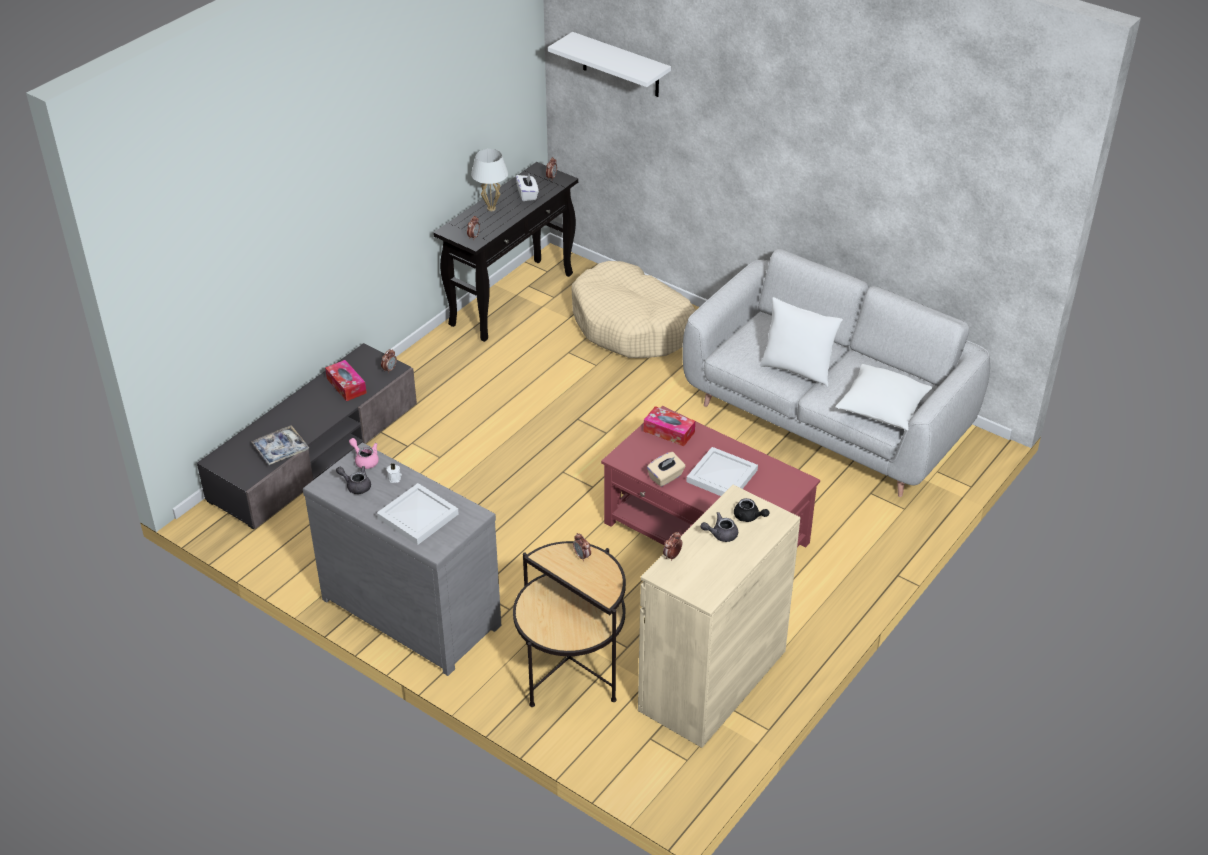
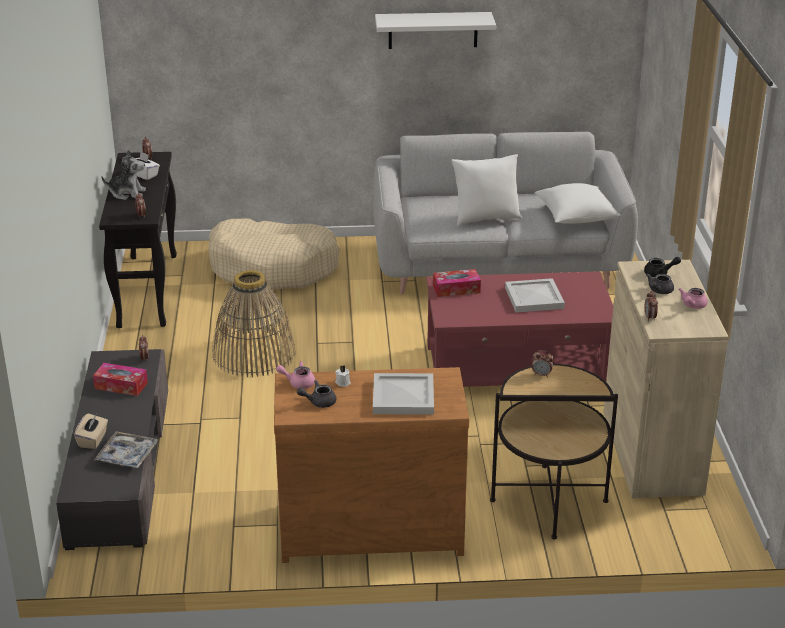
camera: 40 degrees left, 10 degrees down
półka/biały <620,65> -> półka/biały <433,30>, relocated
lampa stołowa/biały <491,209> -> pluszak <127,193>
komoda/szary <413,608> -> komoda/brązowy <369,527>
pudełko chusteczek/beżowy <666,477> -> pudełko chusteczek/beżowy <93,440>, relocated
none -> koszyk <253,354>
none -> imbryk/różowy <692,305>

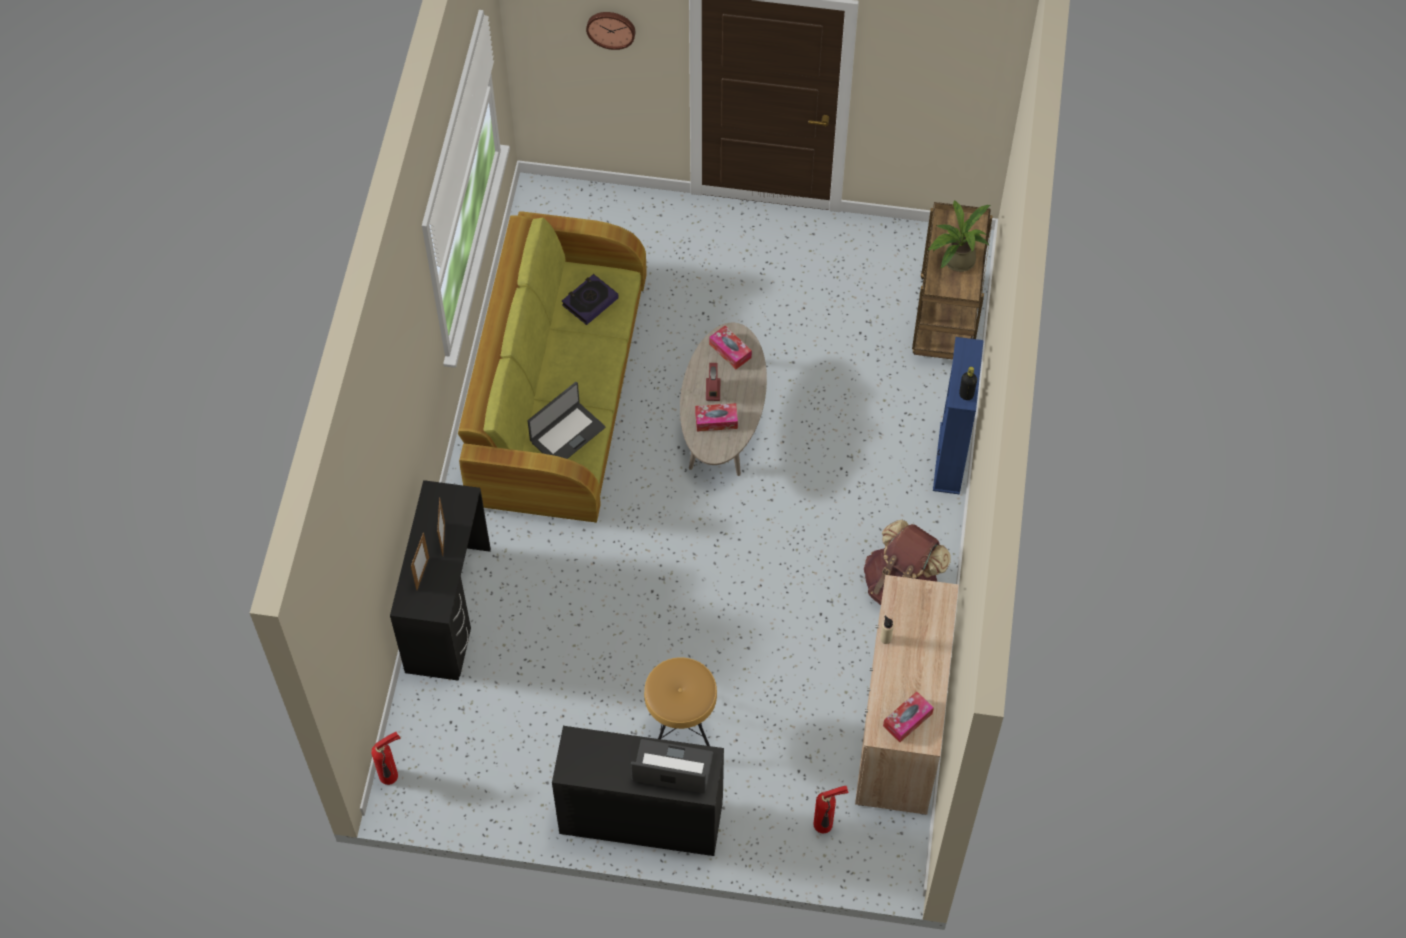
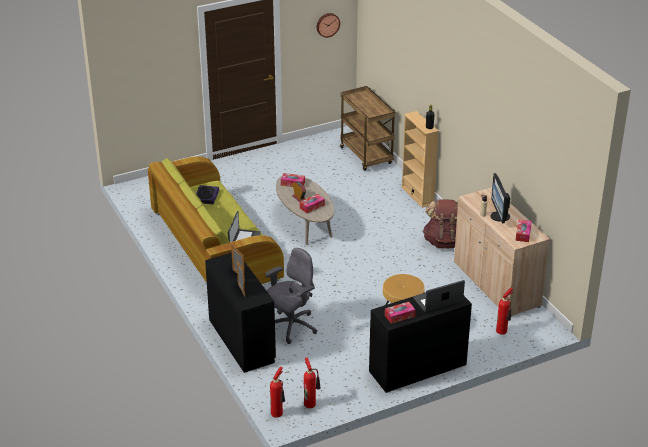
camera: 35 degrees left, 25 degrees down
zegar ścienny <611,28> -> zegar ścienny <327,24>, relocated
roślina doniczkowa <955,261> -> none
regał/niebieski <950,458> -> regał/beżowy <417,195>
none -> monitor <499,216>
none -> krzesło biurowe/szary <291,327>
none -> pudełko chusteczek <399,316>
none -> gaśnica <310,403>

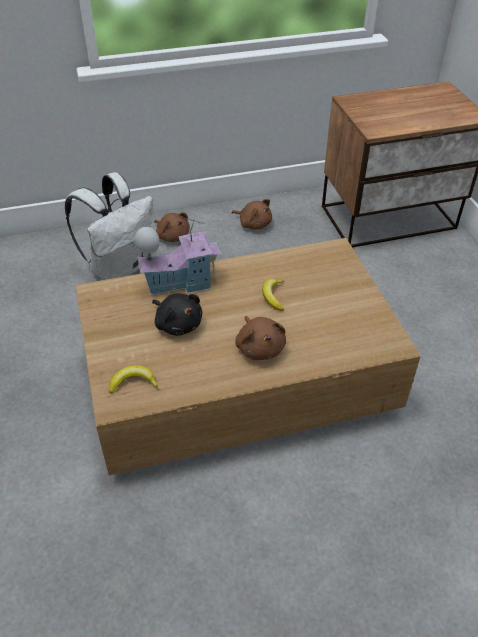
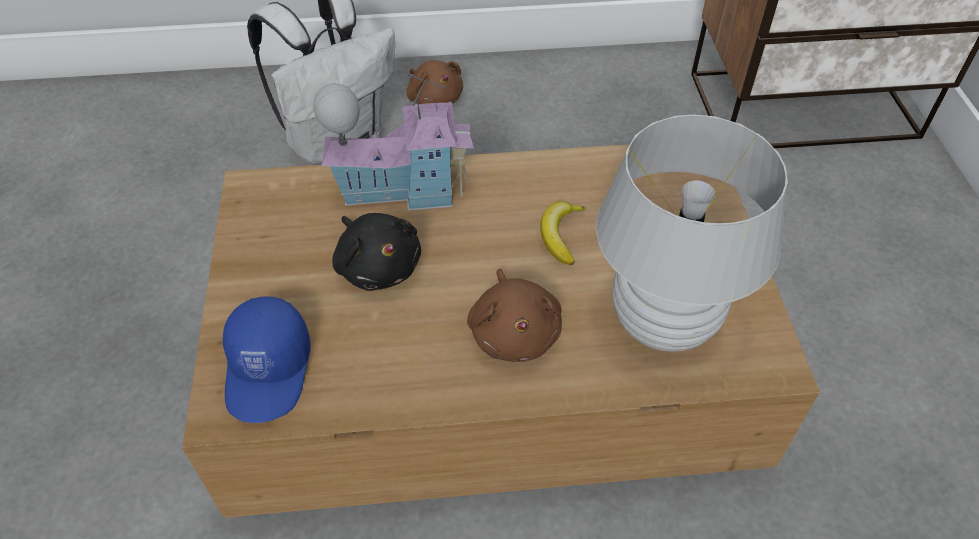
camera: 10 degrees right, 5 degrees up
pluszak/brązowy <254,224> -> none
banan <133,383> -> czapka z daszkiem/niebieski <270,371>
none -> lampa stołowa/biały <662,323>

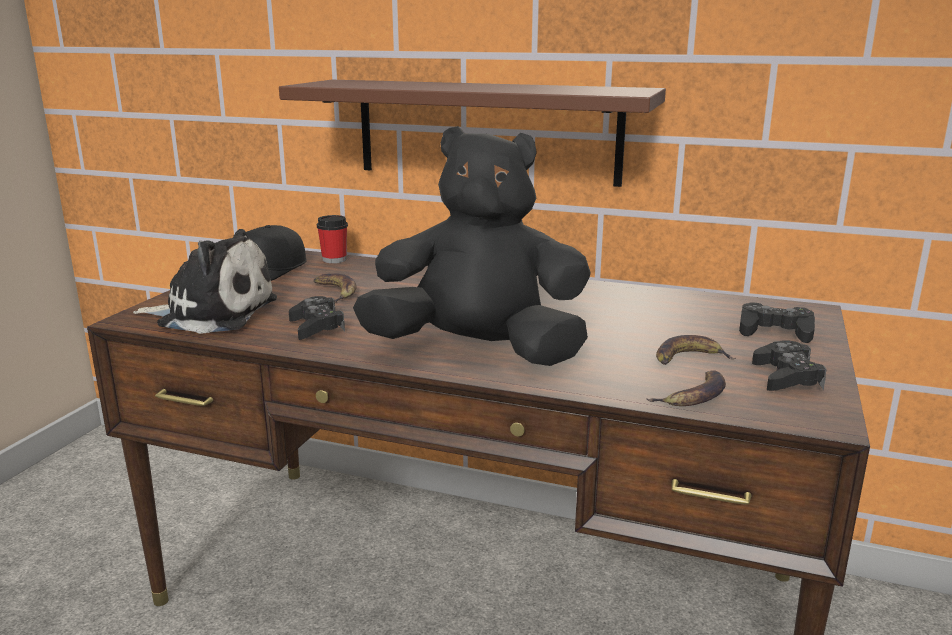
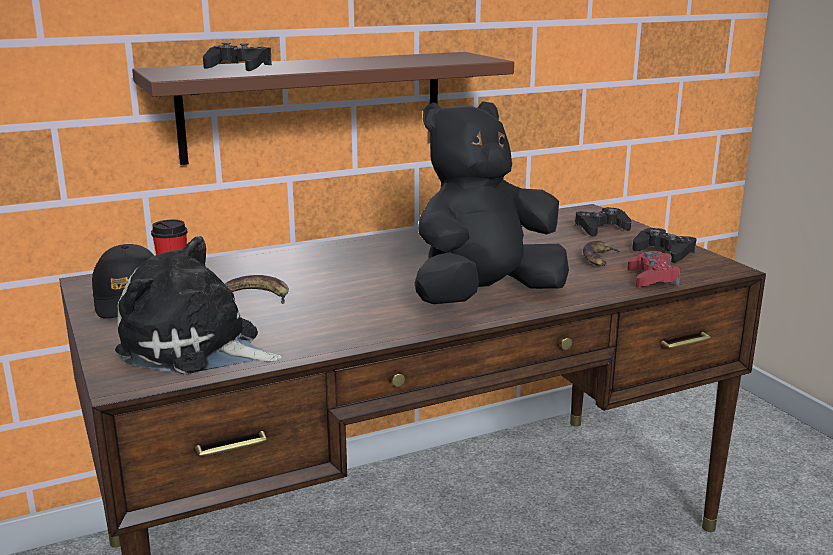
camera: 45 degrees left, 0 degrees up
pluszak <212,313> -> pluszak <196,348>, 120 degrees counterclockwise
pad do gier/czarny <316,327> -> pad do gier/czarny <239,67>, relocated
banan <694,396> -> pad do gier/czerwony <652,278>

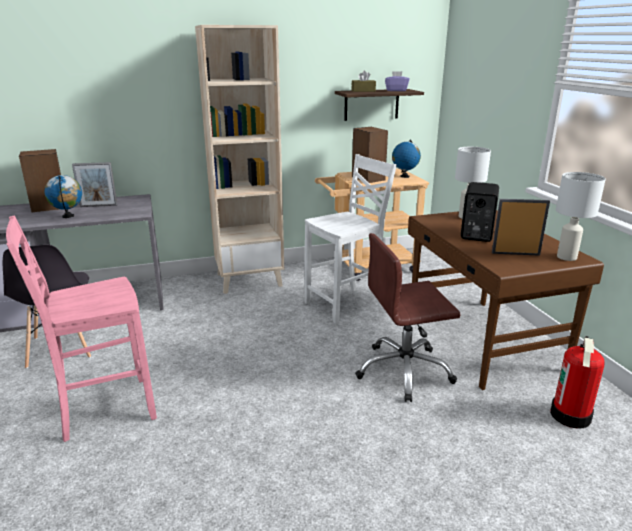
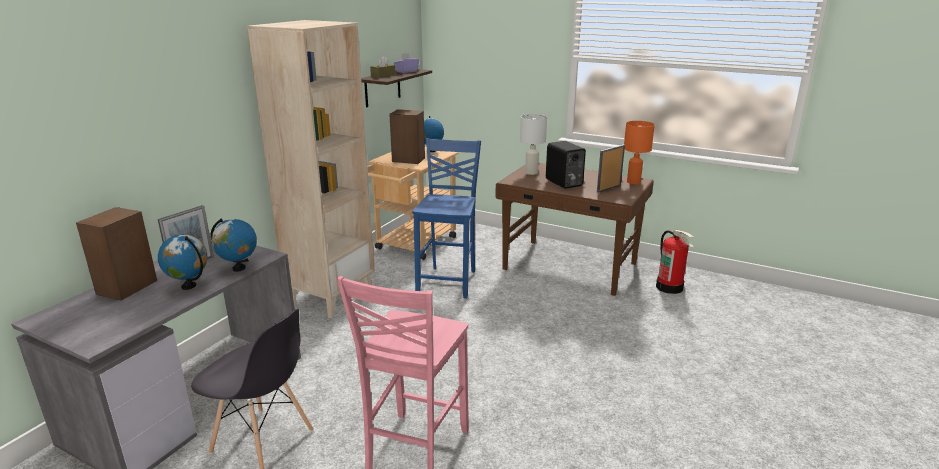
camera: 45 degrees left, 0 degrees up
krzesło/biały <346,305> -> krzesło/niebieski <449,281>
lampa stołowa/biały <567,257> -> lampa stołowa/pomarańczowy <633,182>
krzesło biurowe/brązowy <404,371> -> none
none -> globus <239,268>

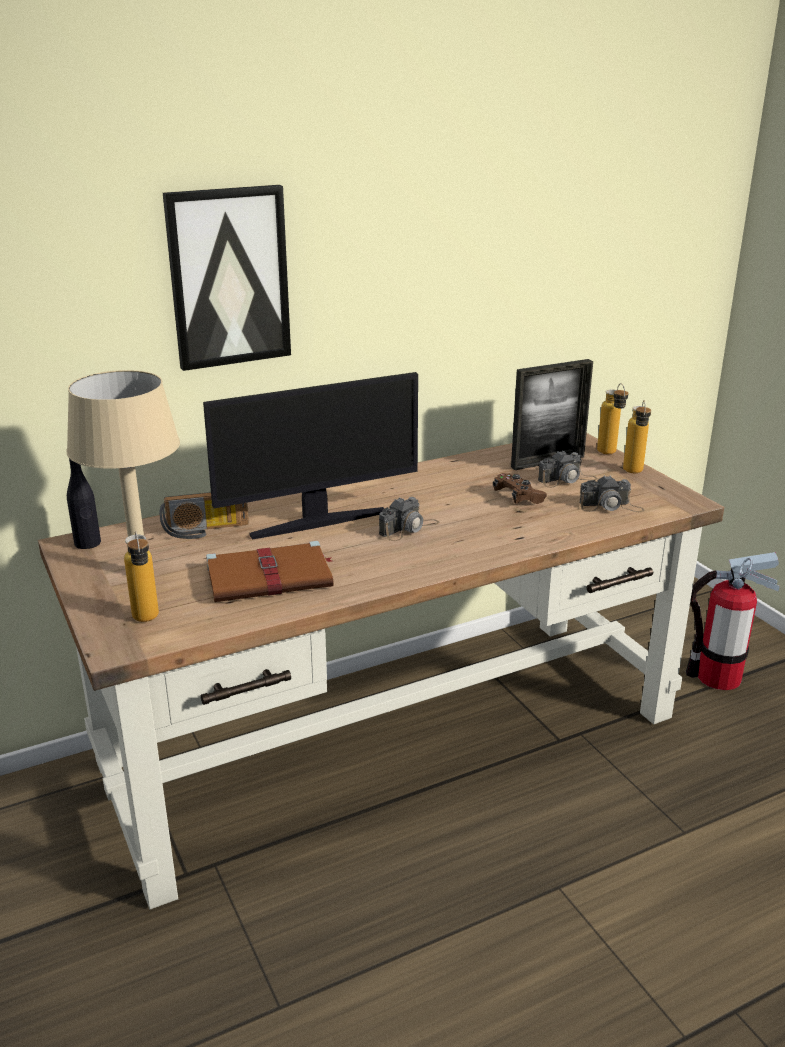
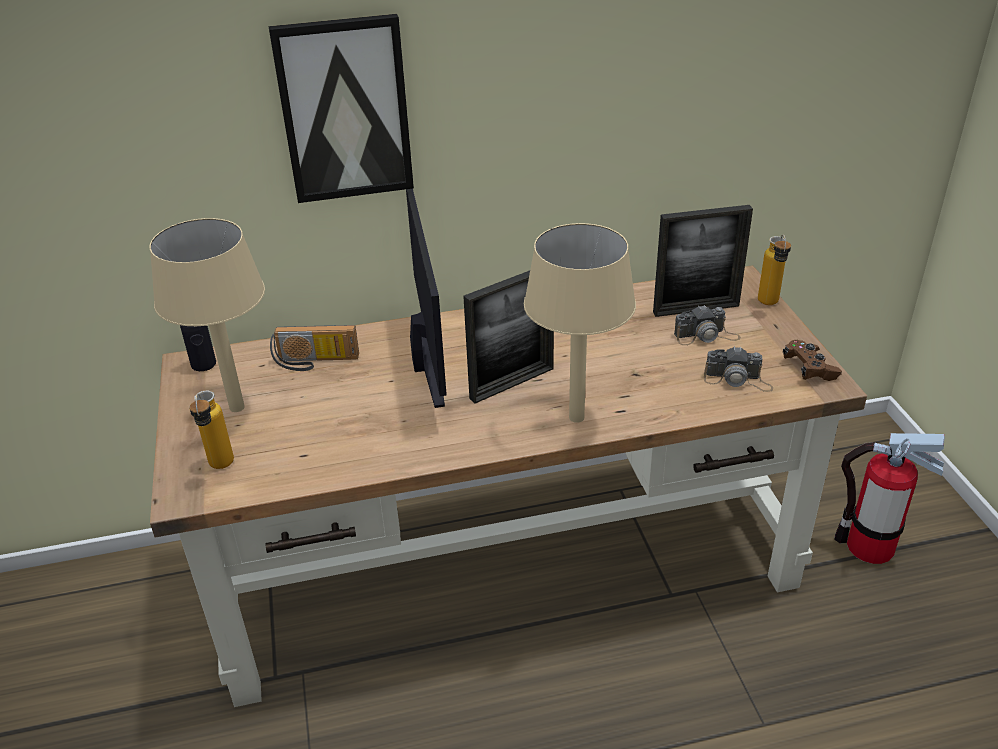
camera: 15 degrees right, 10 degrees up
monitor <318,522> -> monitor <425,364>, 90 degrees counterclockwise
butelka <633,473> -> none
pad do gier/brązowy <518,497> -> pad do gier/brązowy <809,369>, relocated
aparat fotograficzny <409,528> -> ramka na zdjęcie <512,383>
książka/brązowy <271,577> -> none
none -> lampa stołowa/beżowy <577,418>

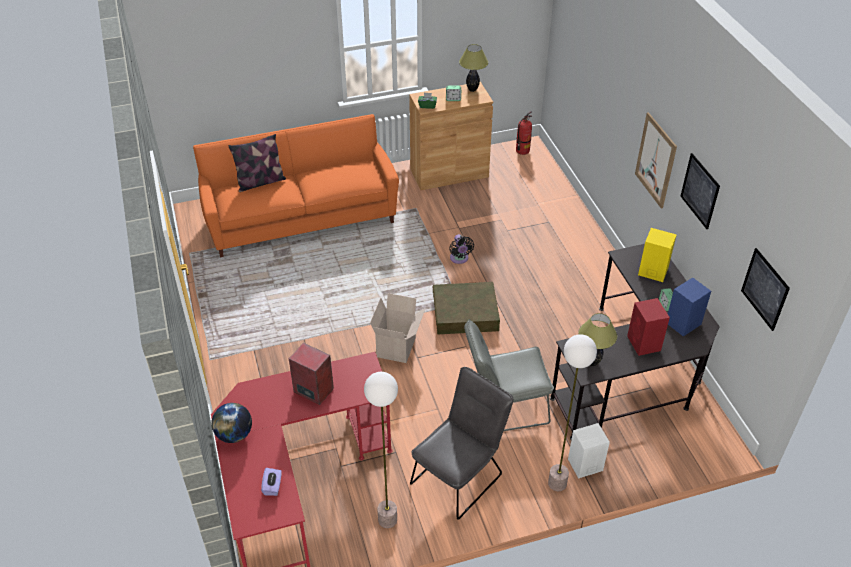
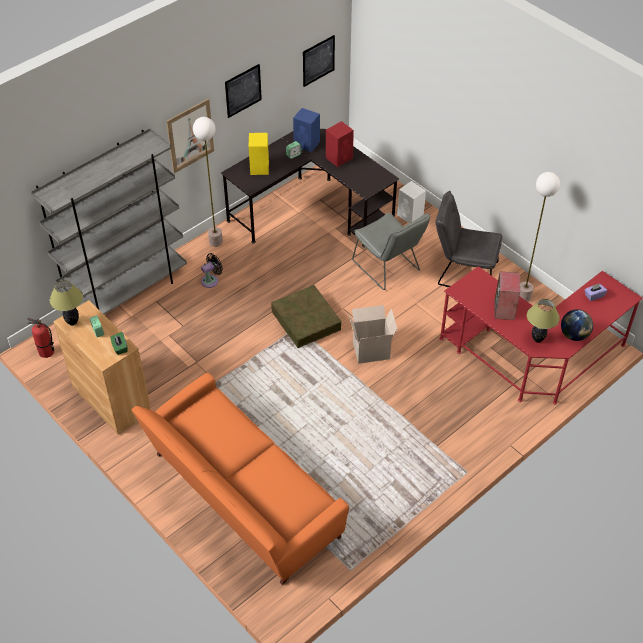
camera: 115 degrees left, 5 degrees up
poduszka <260,182> -> none
wentylator/czarny <459,259> -> wentylator/czarny <211,280>, relocated
lampa stołowa <592,362> -> lampa stołowa <537,339>, relocated
lampa stojąca <557,483> -> lampa stojąca <215,242>, relocated
none -> regał/szary <128,295>

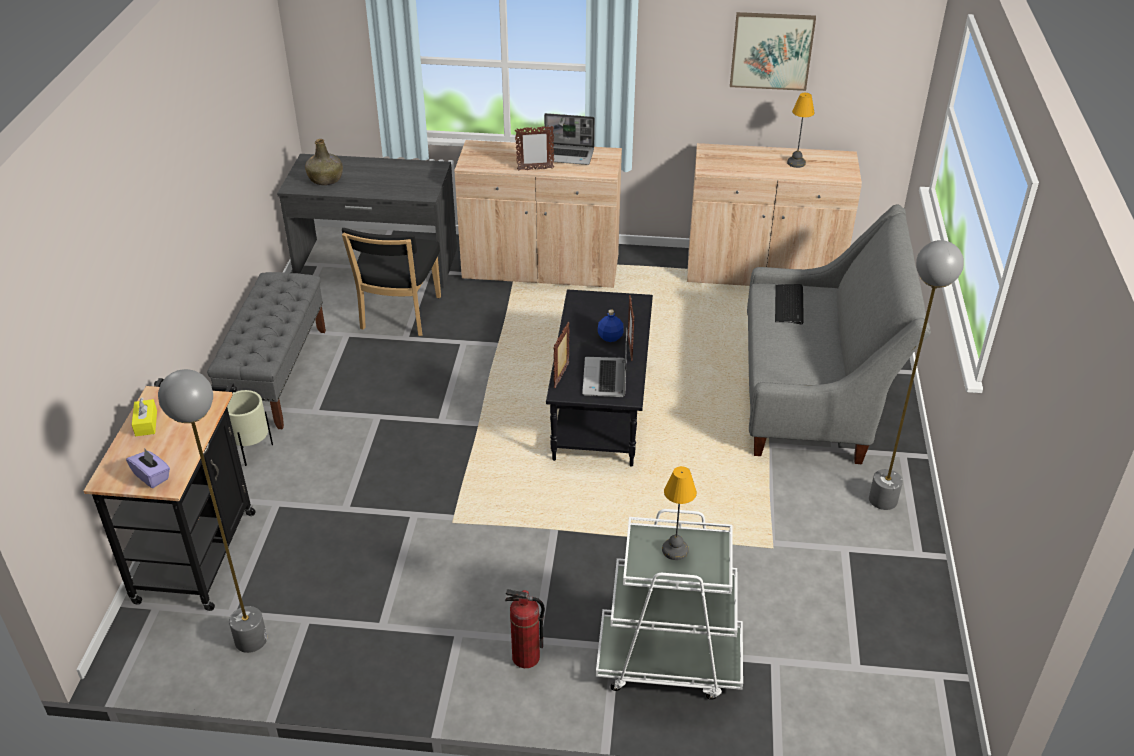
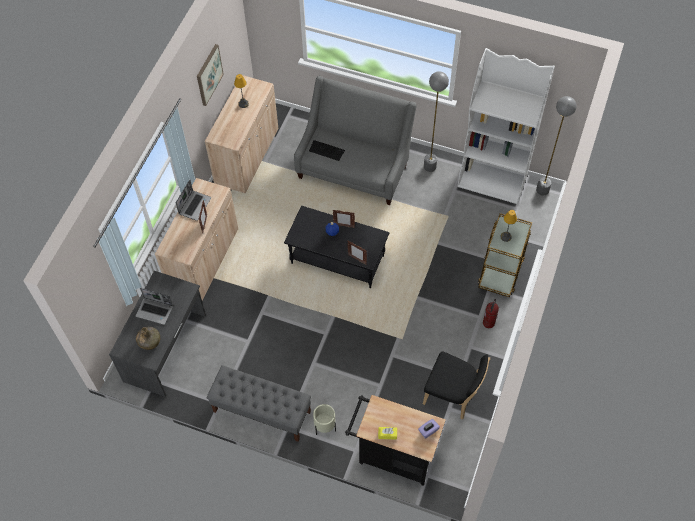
camera: 75 degrees left, 20 degrees up
krzesło/czarny <399,316> -> krzesło/czarny <452,396>, relocated
laptop <605,379> -> laptop <155,311>, relocated
lampa stojąca/szary <250,640> -> lampa stojąca/szary <542,190>, relocated
wózek/biały <668,661> -> wózek/brązowy <501,271>
none -> regał/biały <493,181>

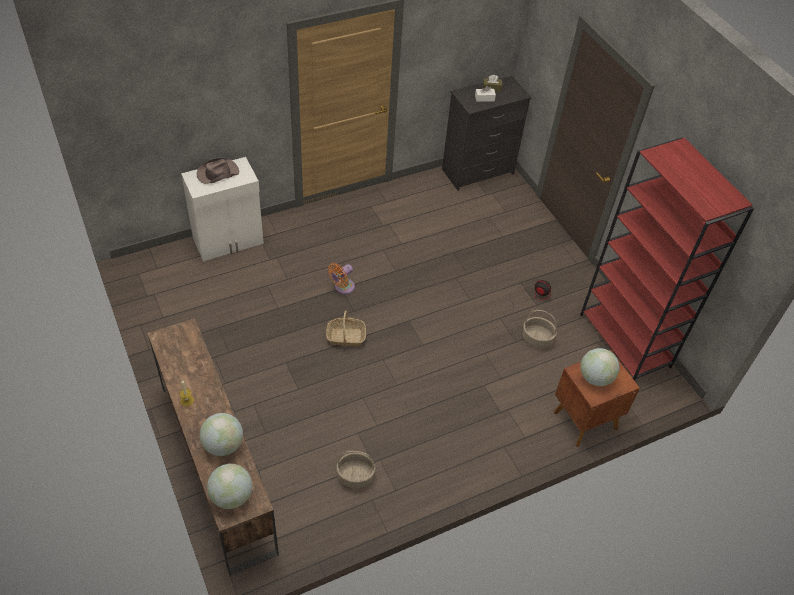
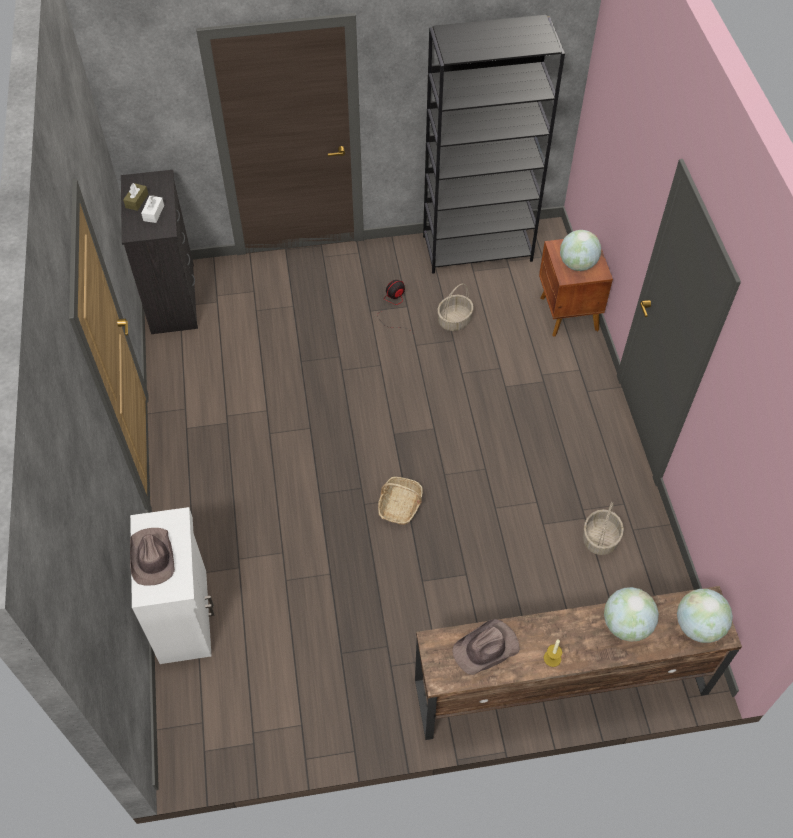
camera: 70 degrees left, 5 degrees up
regał/czerwony <625,341> -> regał/czarny <478,248>
wentylator/pomarańczowy <342,287> -> none
none -> kapelusz/brązowy <486,649>

